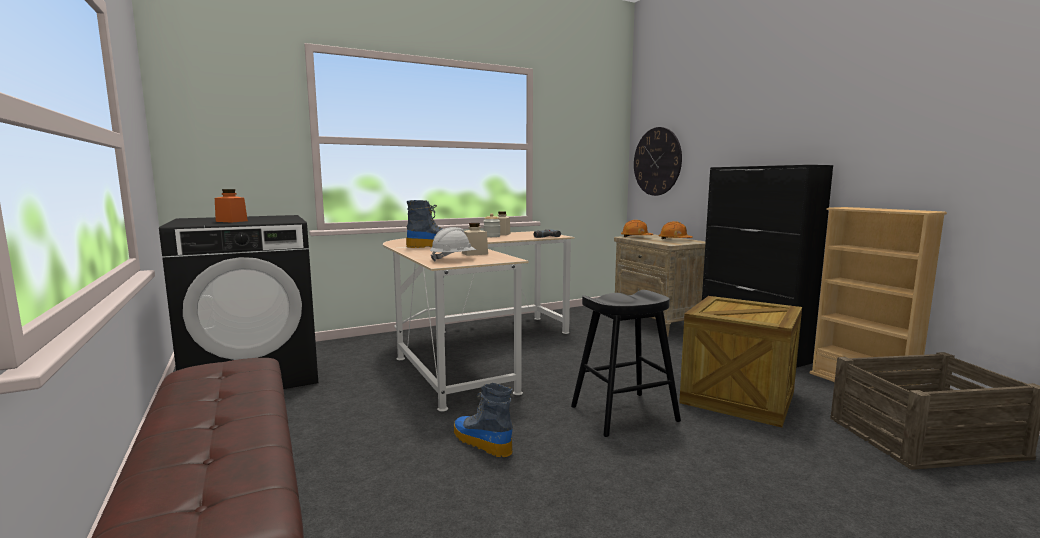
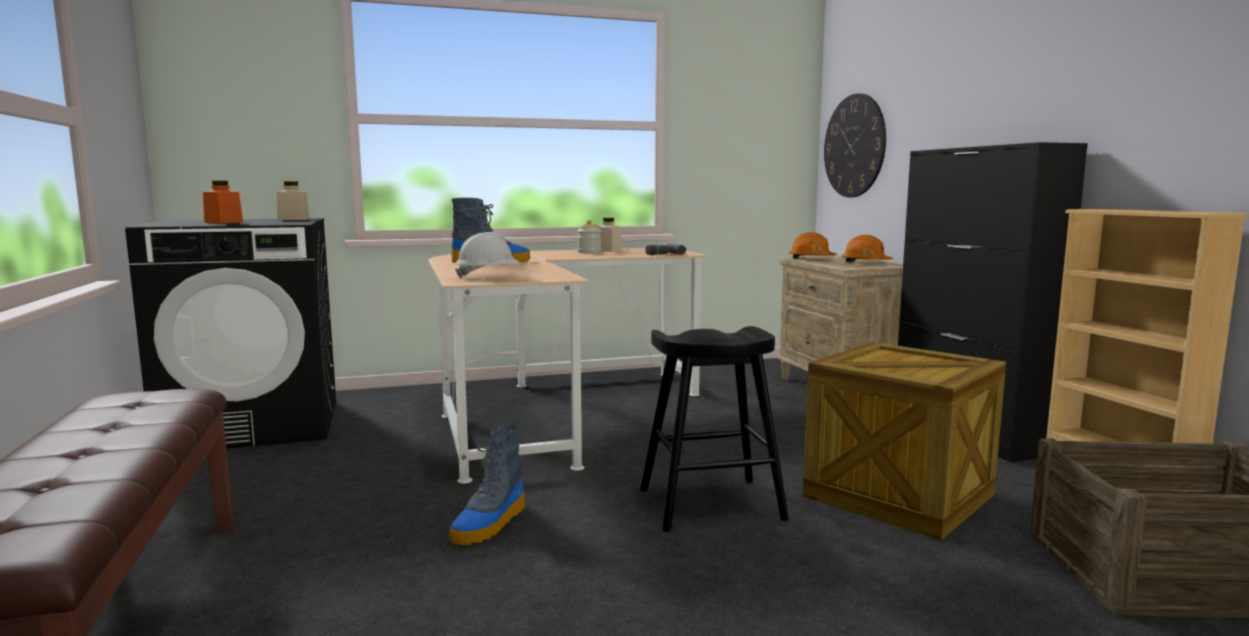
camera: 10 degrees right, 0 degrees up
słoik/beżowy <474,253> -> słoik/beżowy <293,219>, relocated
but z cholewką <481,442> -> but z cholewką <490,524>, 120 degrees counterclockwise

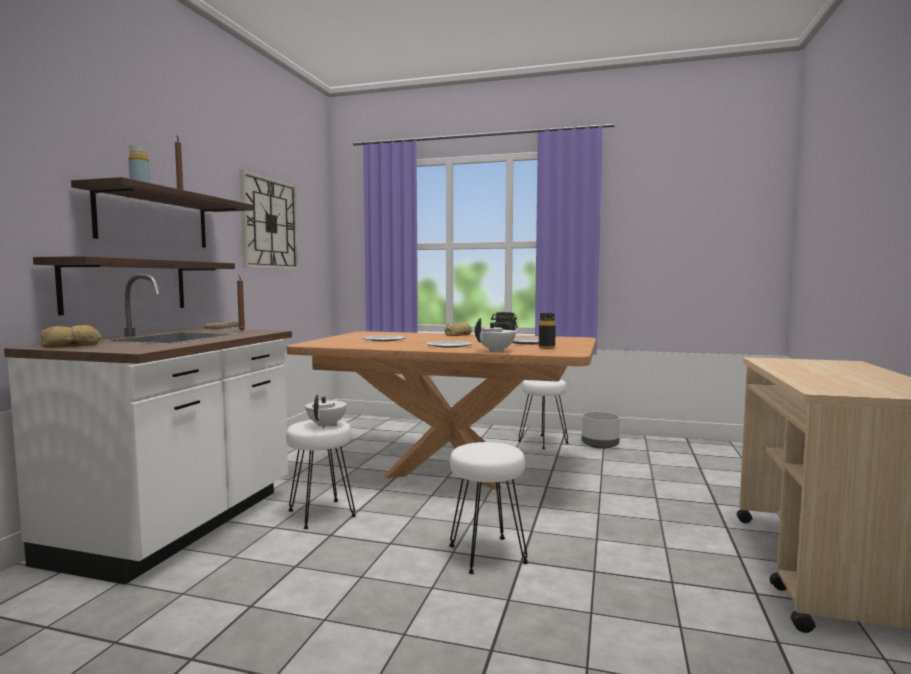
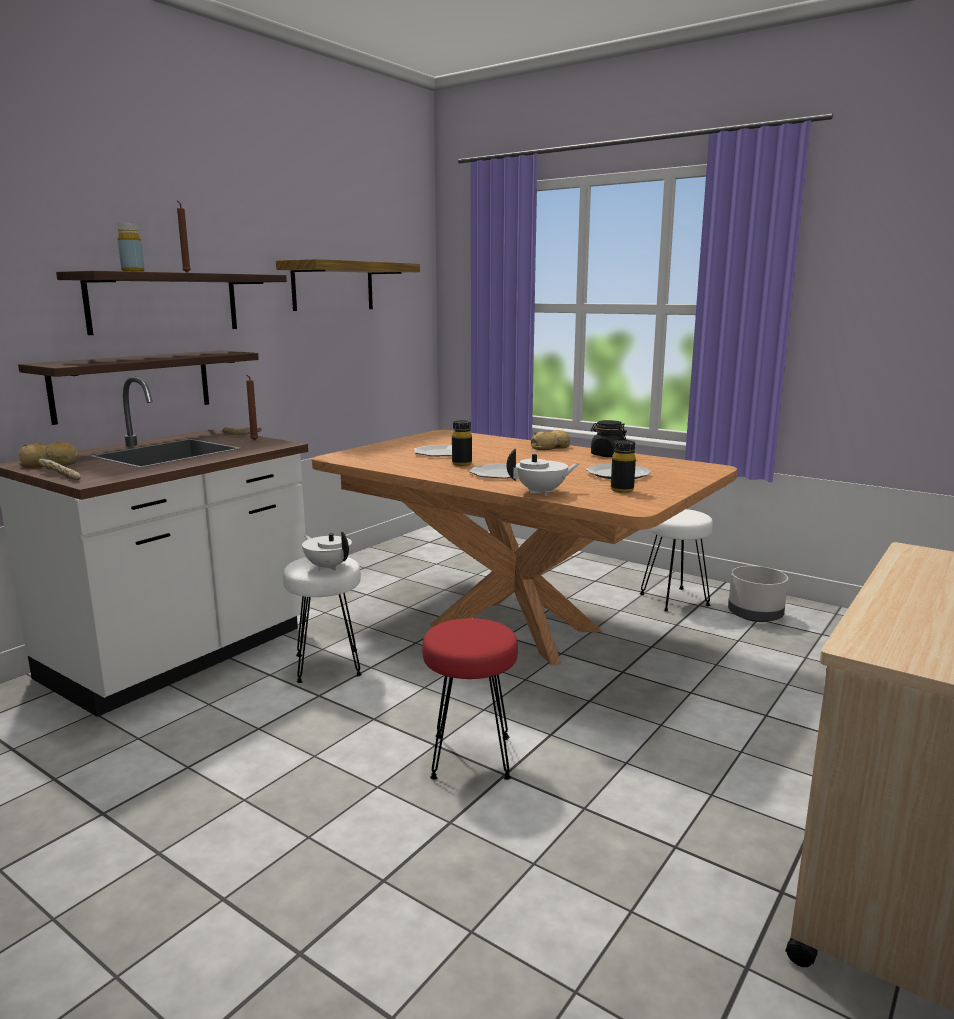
camera: 20 degrees right, 10 degrees up
zegar ścienny <269,223> -> półka <333,286>
imbryk/biały <327,425> -> imbryk/biały <328,567>, 75 degrees counterclockwise
stołek/biały <486,555> -> stołek/czerwony <469,757>
none -> butelka/czarny <462,464>
none -> chleb <60,476>

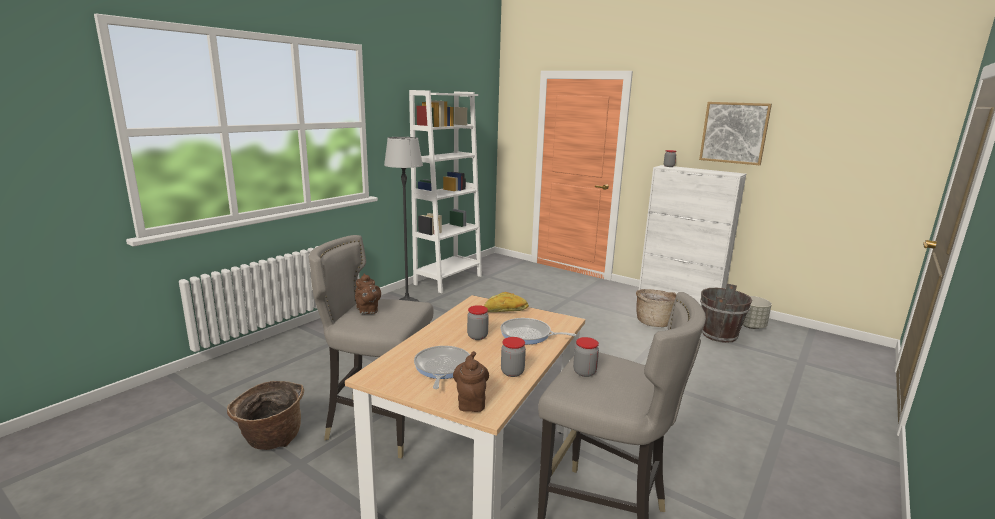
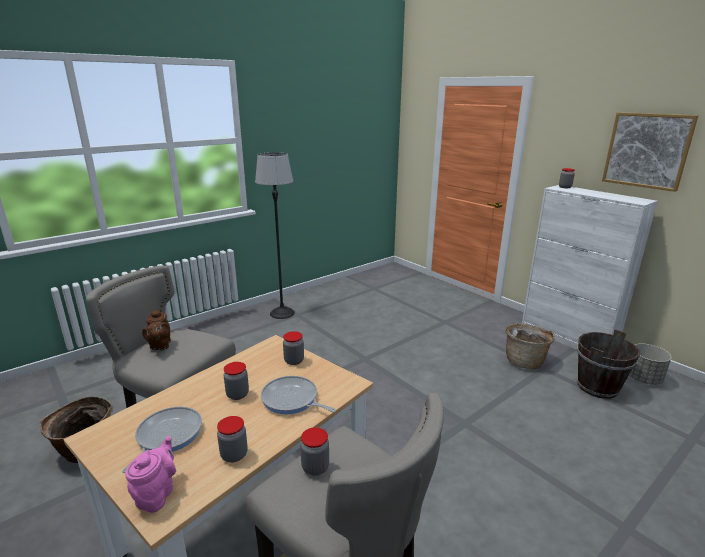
camera: 15 degrees right, 5 degrees up
regał/biały <448,280> -> none
chleb <506,310> -> słoik <294,361>
imbryk/brązowy <471,402> -> imbryk/różowy <157,494>

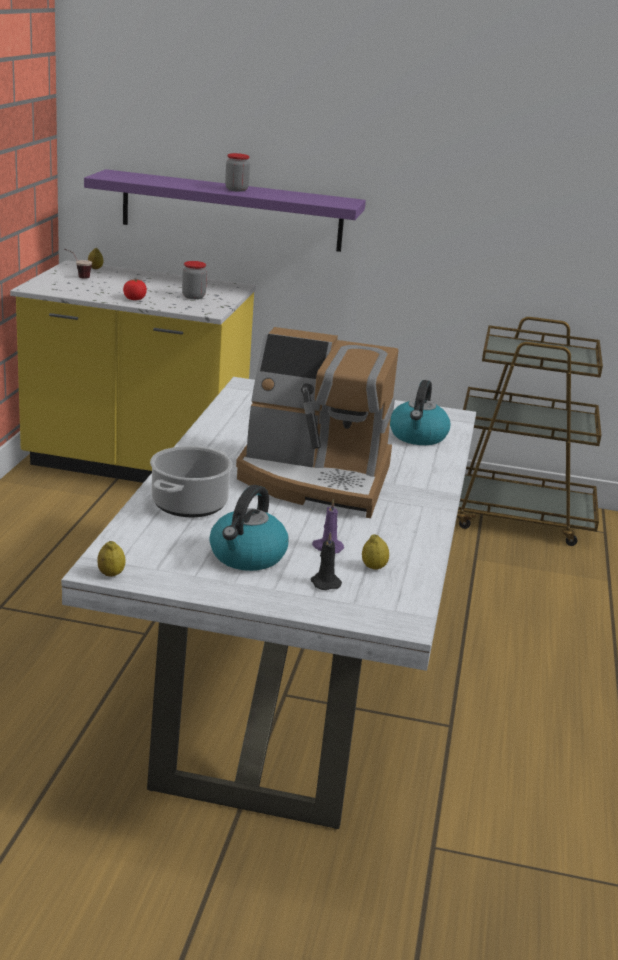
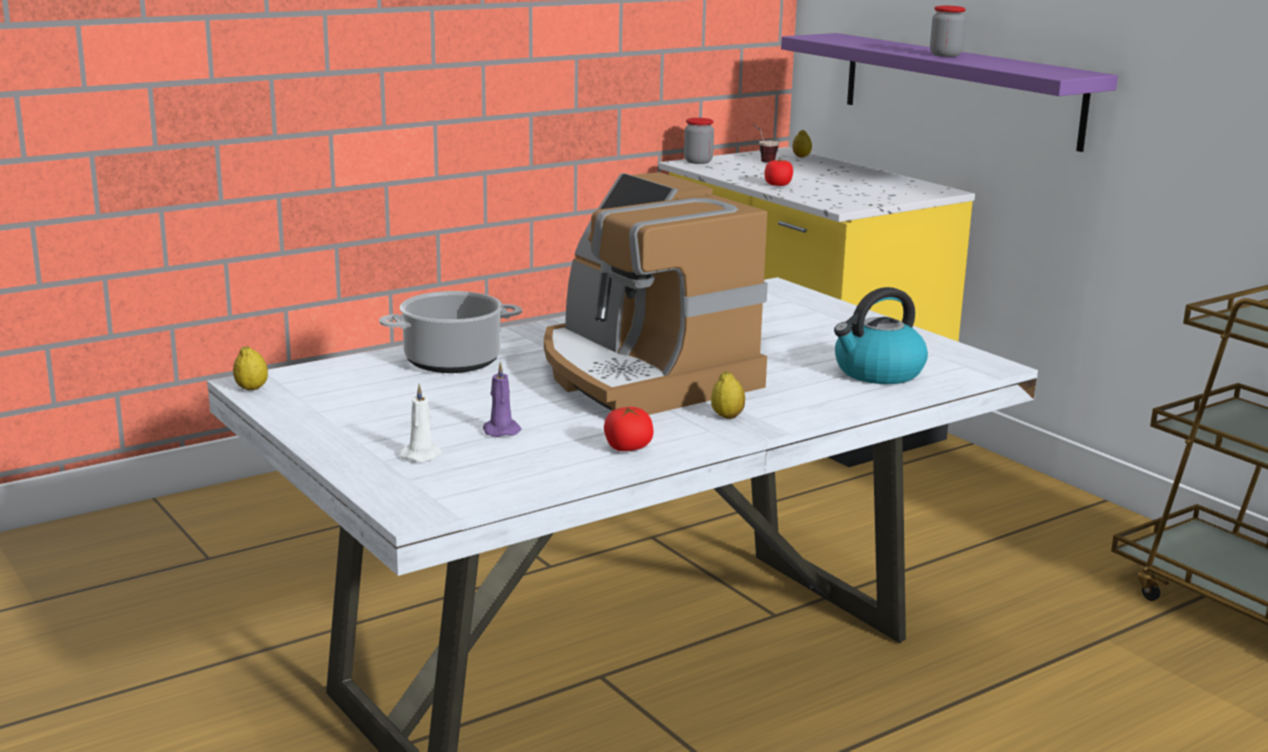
camera: 45 degrees right, 5 degrees down
słoik <193,297> -> słoik <698,161>, relocated
czajnik <247,556> -> none
świeca/czarny <324,582> -> świeca/biały <422,455>
cytryna <374,567> -> cytryna <727,416>, relocated
none -> pomidor <627,448>

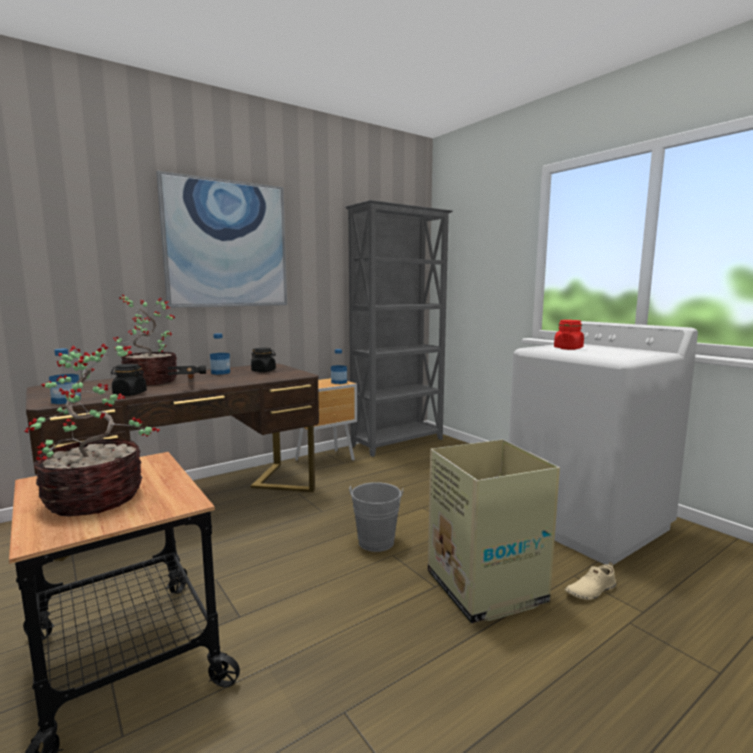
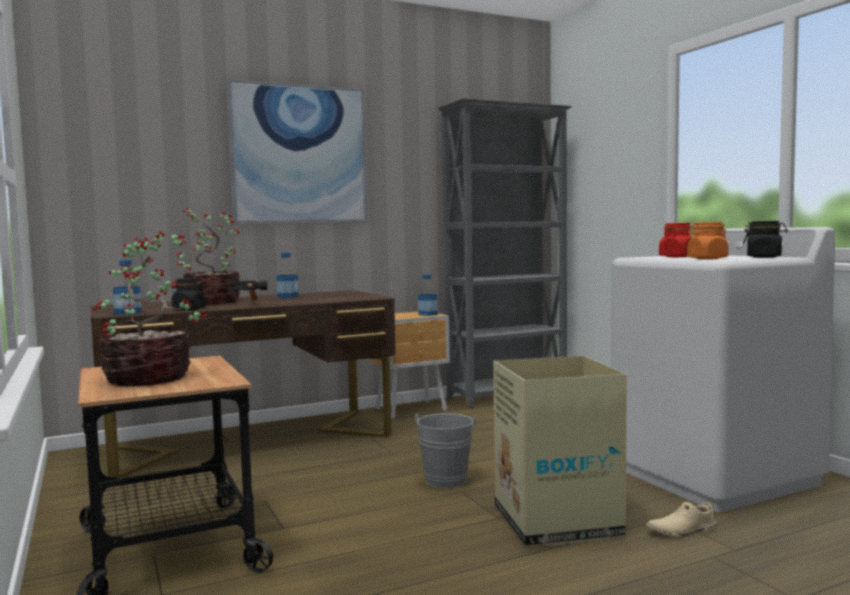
camera: 10 degrees right, 5 degrees down
słoik/czarny <263,371> -> słoik/czarny <764,257>, relocated
none -> słoik/pomarańczowy <707,259>

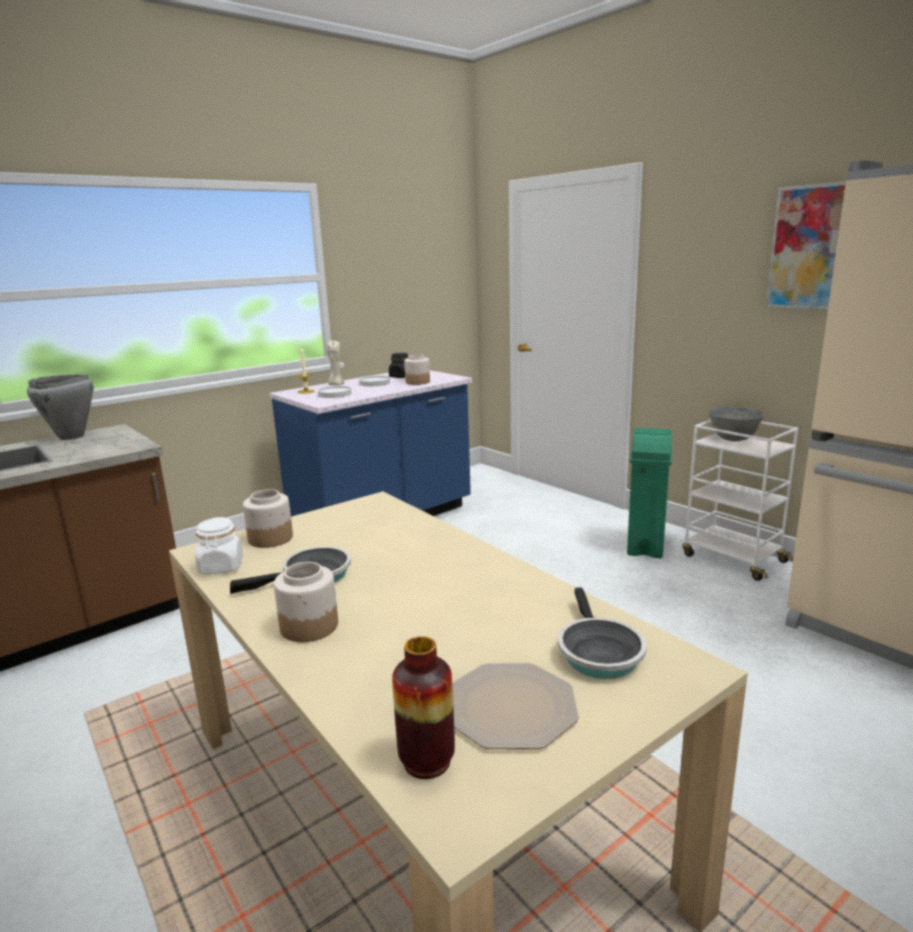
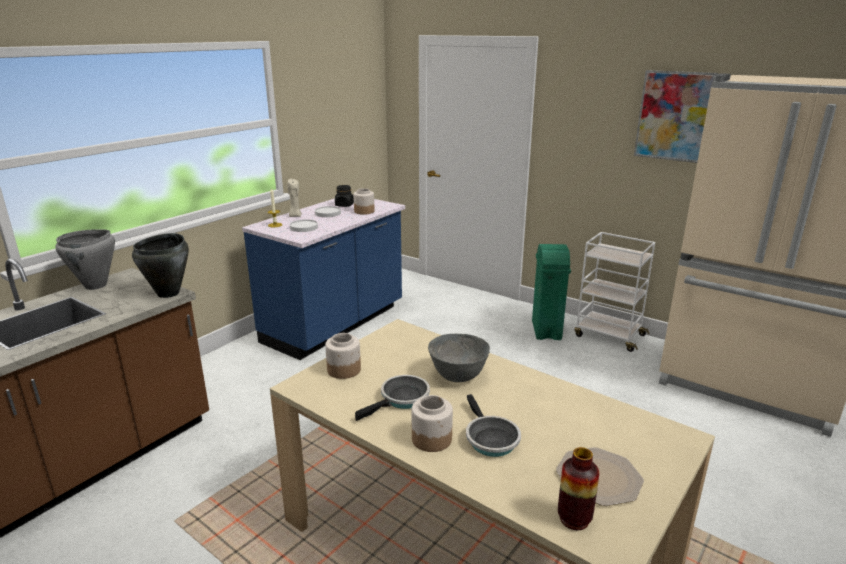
camera: 15 degrees left, 5 degrees up
miska/szary <733,439> -> miska/szary <458,376>, relocated
słoik/biały <221,567> -> none
patelnia <597,652> -> patelnia <489,438>, relocated
none -> garnek/czarny <169,293>

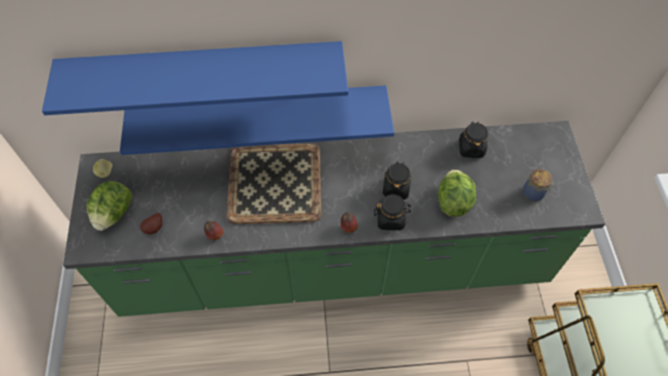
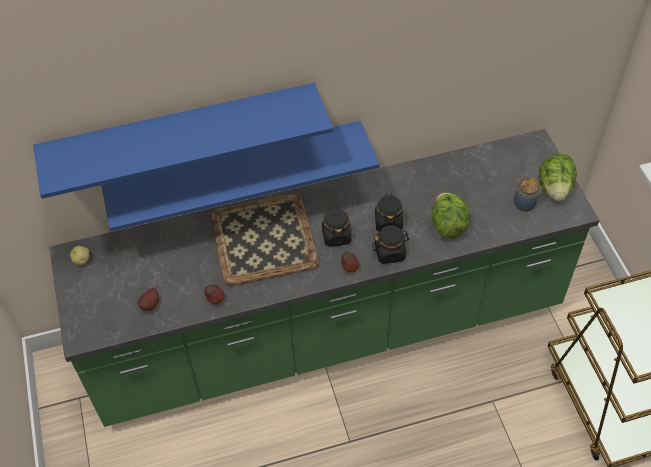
camera: 10 degrees left, 5 degrees down
słoik/czarny <471,148> -> słoik/czarny <336,236>, relocated
sałata <114,214> -> sałata <554,188>, relocated

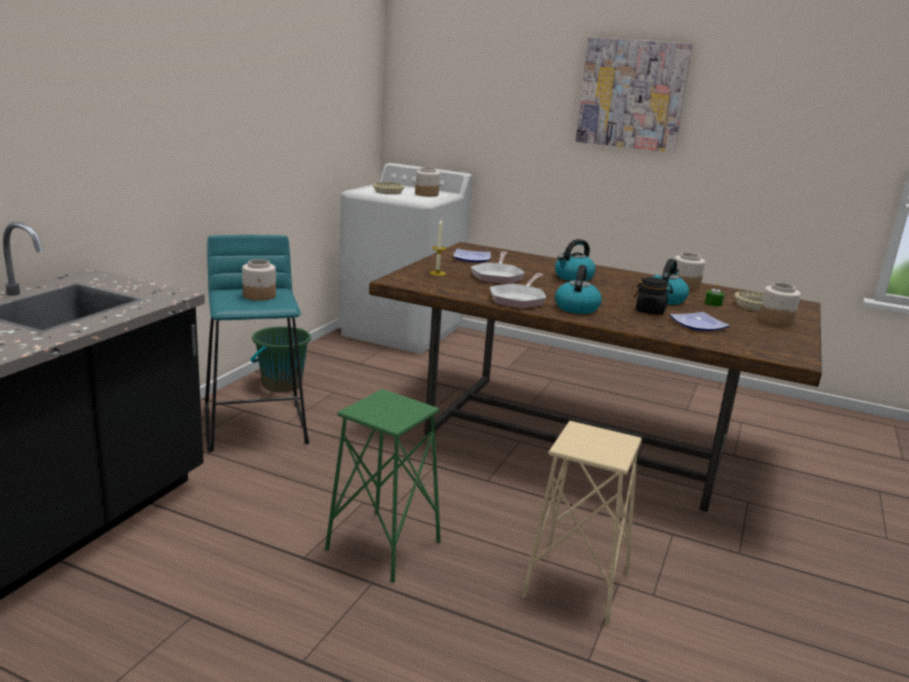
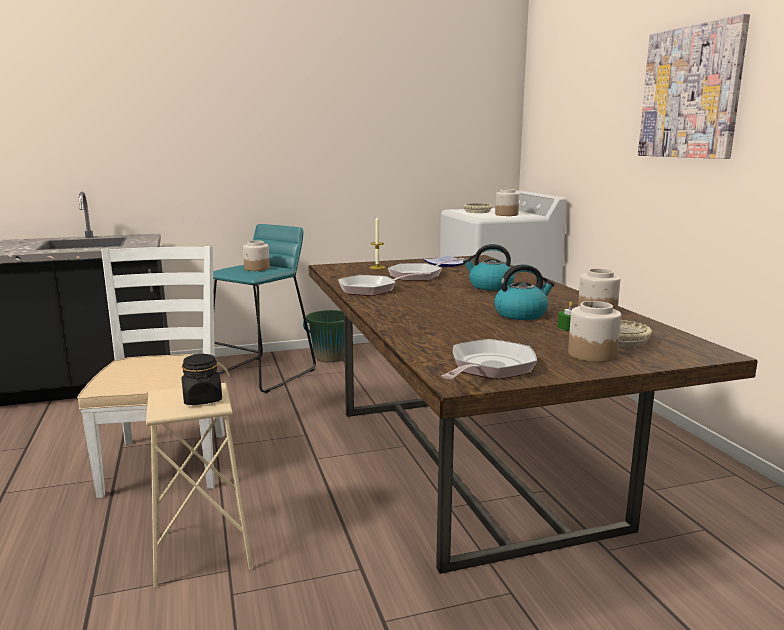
camera: 50 degrees right, 5 degrees down
czajnik <576,307> -> none
słoik/czarny <650,311> -> słoik/czarny <202,399>, relocated
talerz <697,325> -> none
stołek/zielony <384,545> -> krzesło/biały <166,462>
none -> patelnia <489,368>

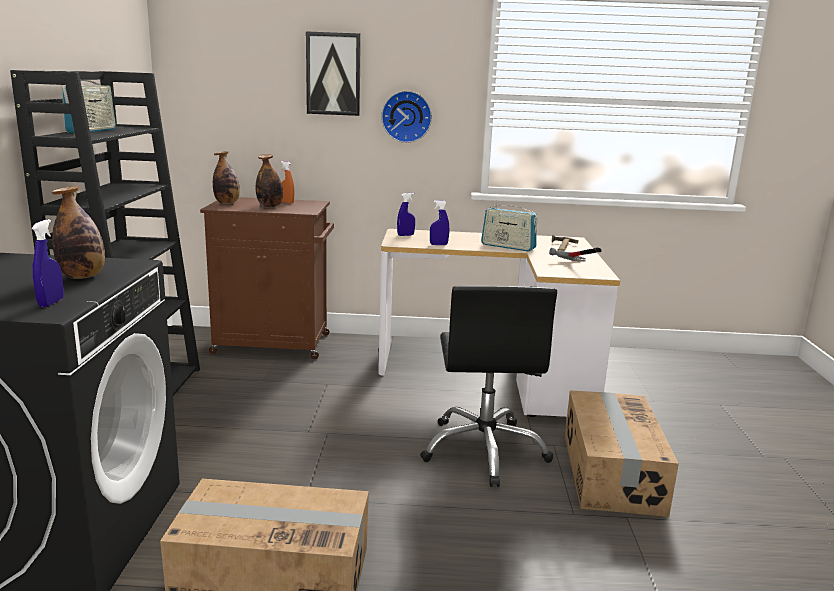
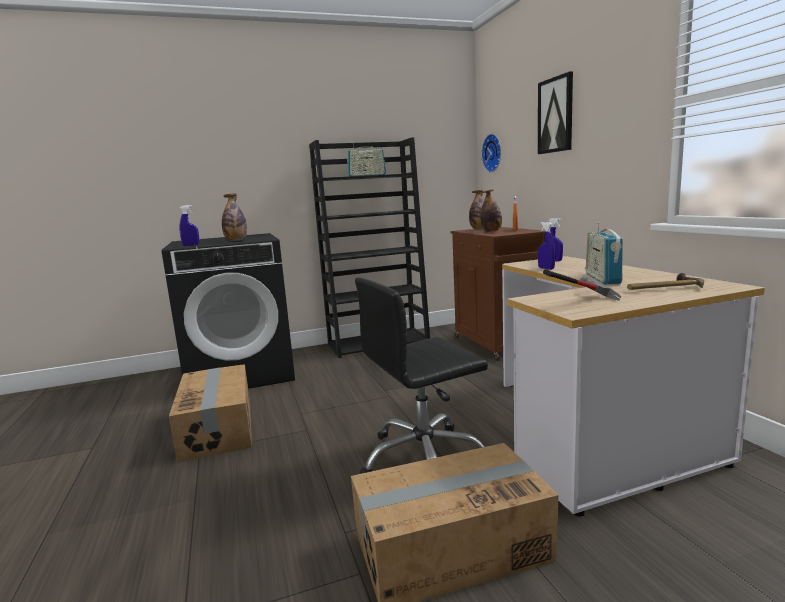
camera: 70 degrees right, 5 degrees down
zegar ścienny <406,116> -> zegar ścienny <493,153>, relocated

